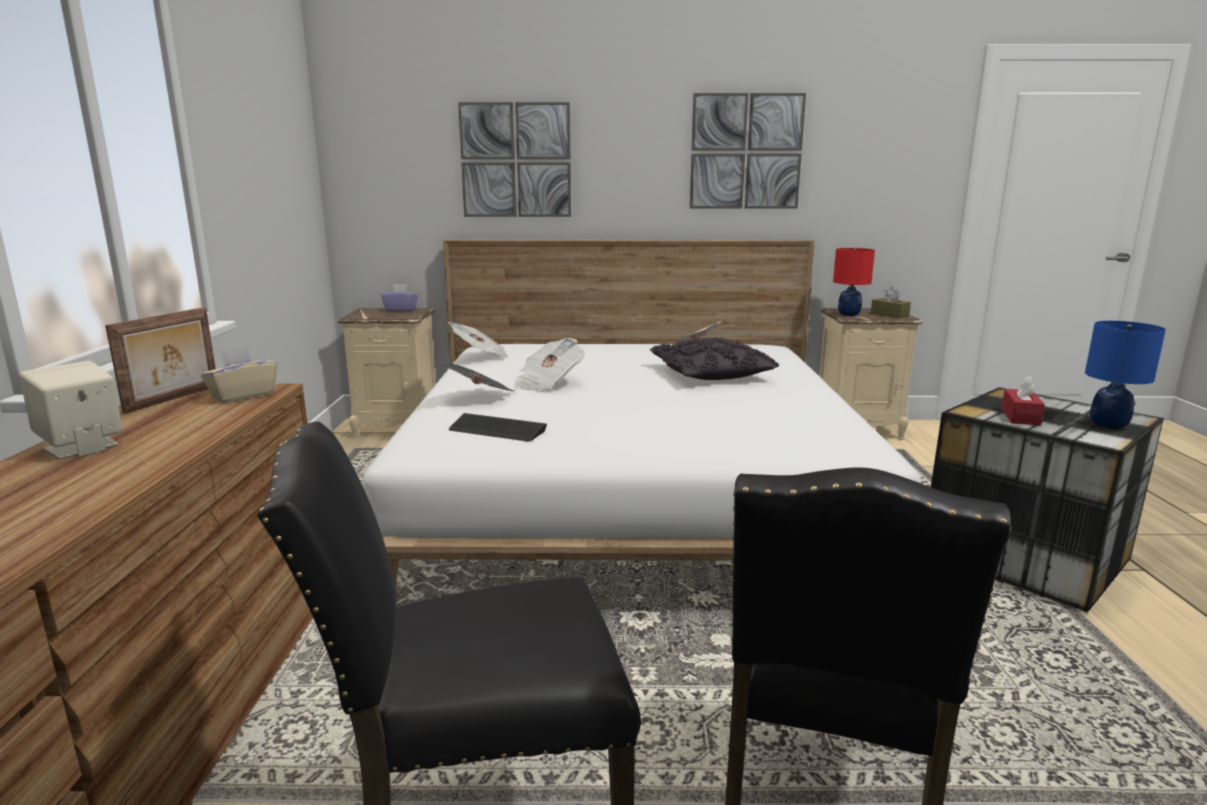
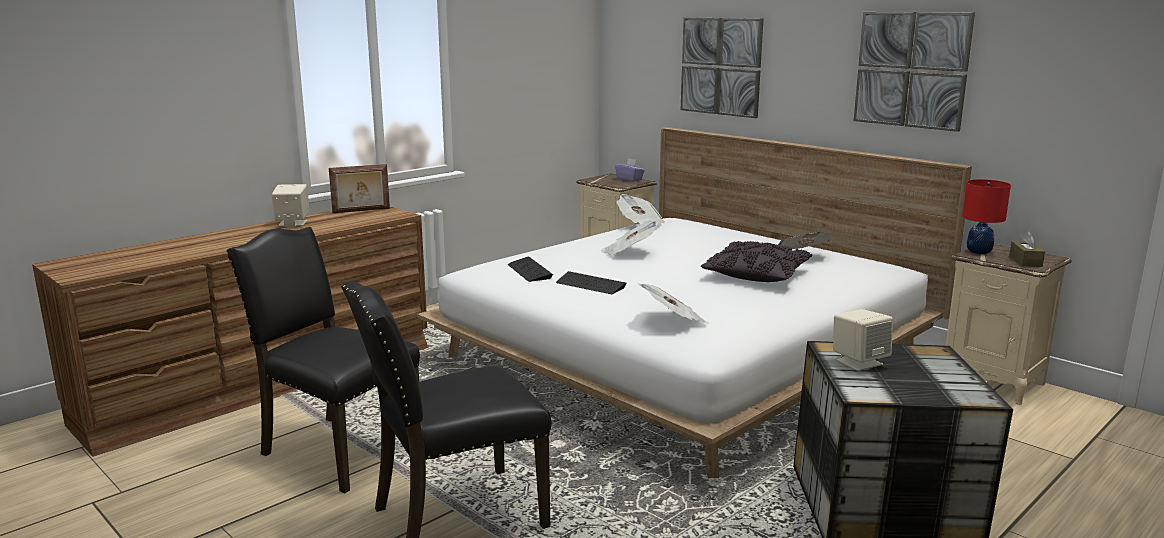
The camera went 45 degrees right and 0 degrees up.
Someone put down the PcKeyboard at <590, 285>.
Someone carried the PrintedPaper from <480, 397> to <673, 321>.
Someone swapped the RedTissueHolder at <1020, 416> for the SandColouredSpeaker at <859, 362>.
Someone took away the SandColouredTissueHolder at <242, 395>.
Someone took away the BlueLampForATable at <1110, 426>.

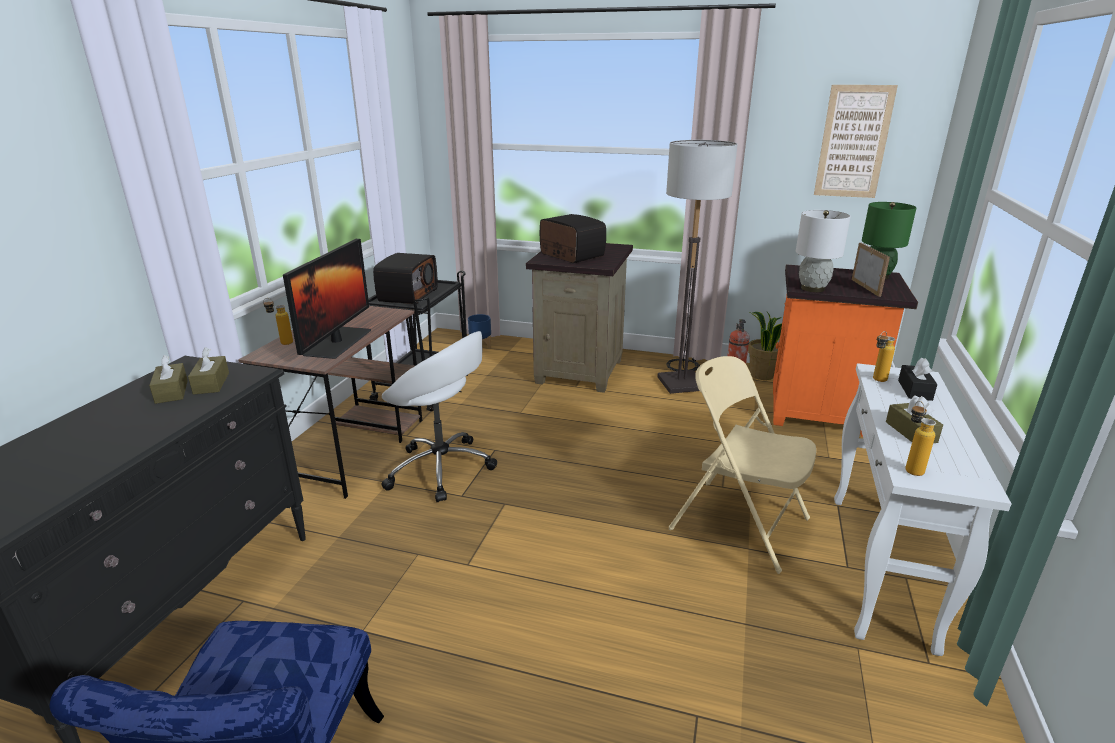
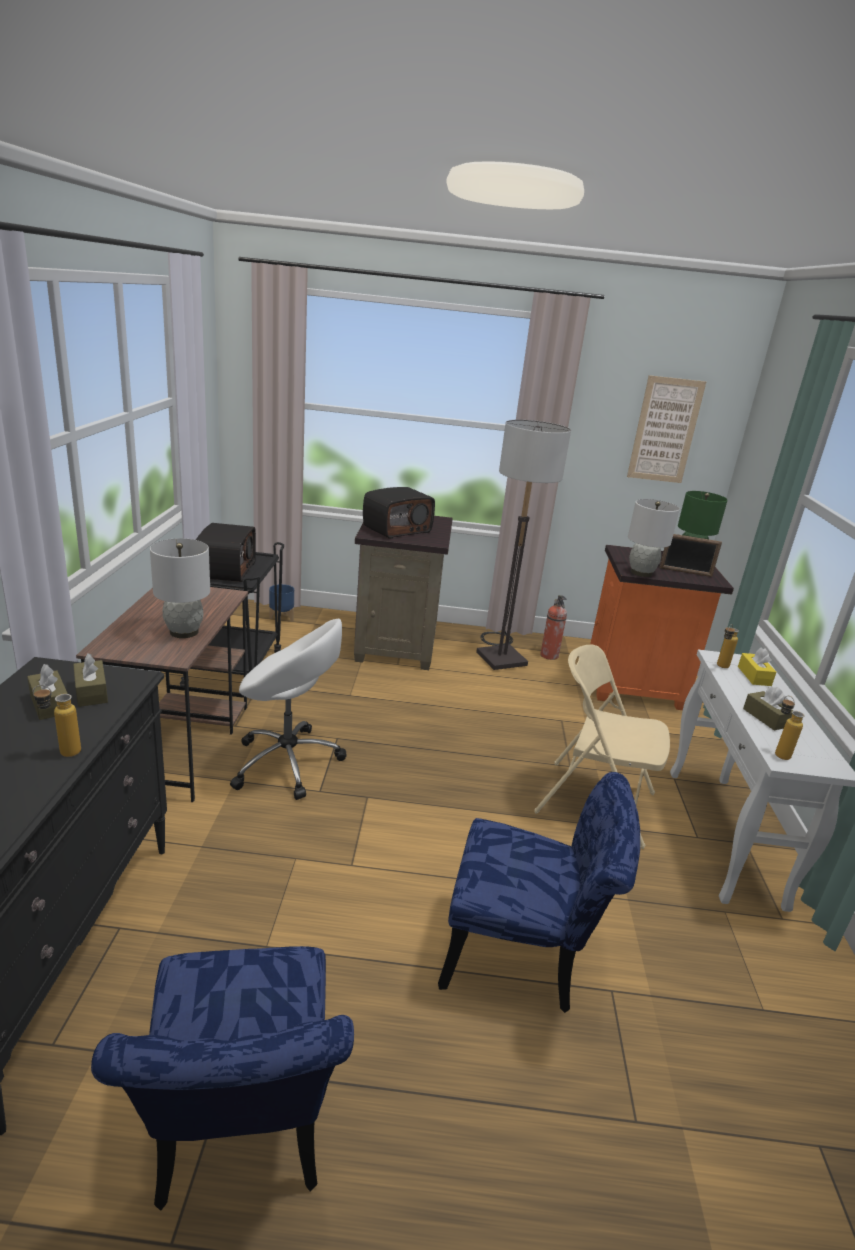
The camera went 15 degrees left and 0 degrees up.
Someone carried the Bottle from <282, 343> to <62, 752>.
Someone swapped the ComputerDisplay at <338, 342> for the WhiteLampForATable at <184, 632>.
Someone rotated the RadioSet at <570, 255> by 105 degrees clockwise.
Someone put down the BlueChair at <525, 955>.
Someone rotated the PhotoFrame at <866, 287> by 120 degrees clockwise.
Someone repainted the BlackishTissueHolder at <914, 390>, which became the YellowTissueHolder at <754, 676>.
Someone took away the Houseplant at <761, 375>.

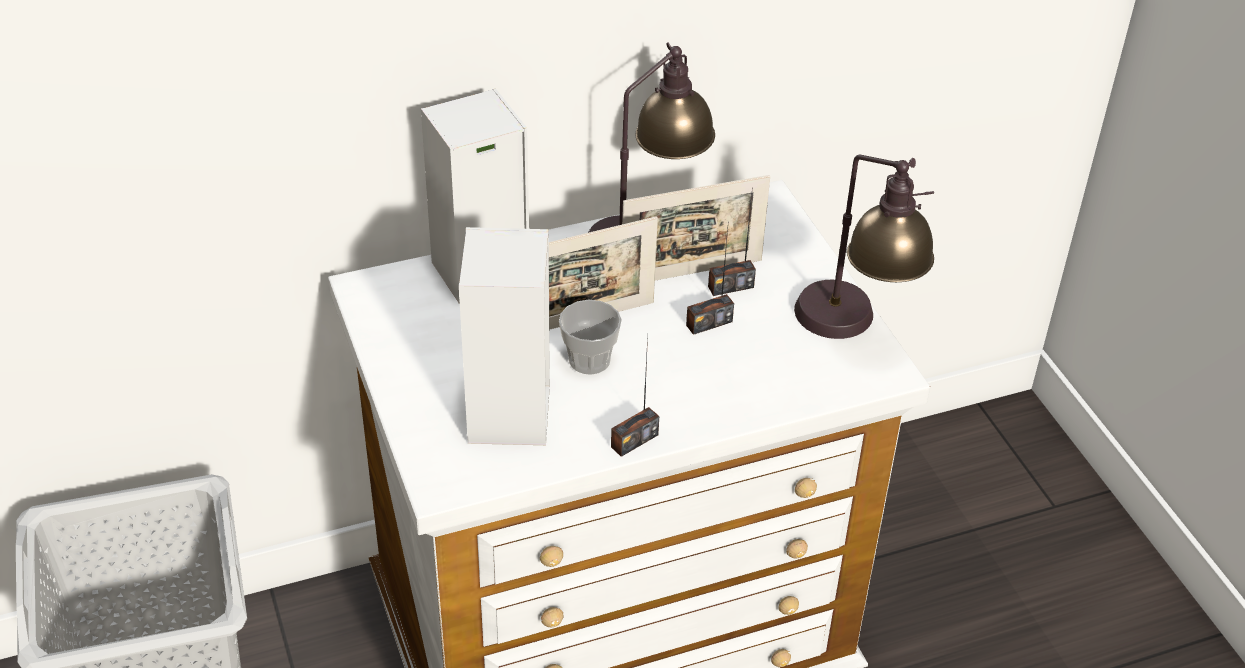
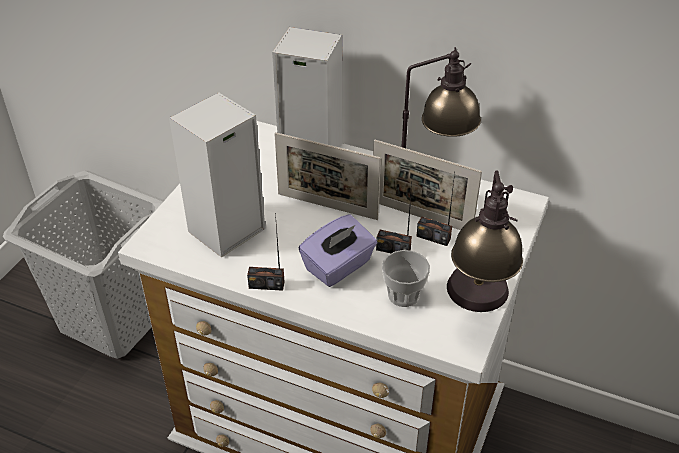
The camera went 45 degrees right and 0 degrees up.
Someone put down the PurplishTissueHolder at <338, 266>.
Someone carried the DrinkingCup from <589, 360> to <403, 295>.

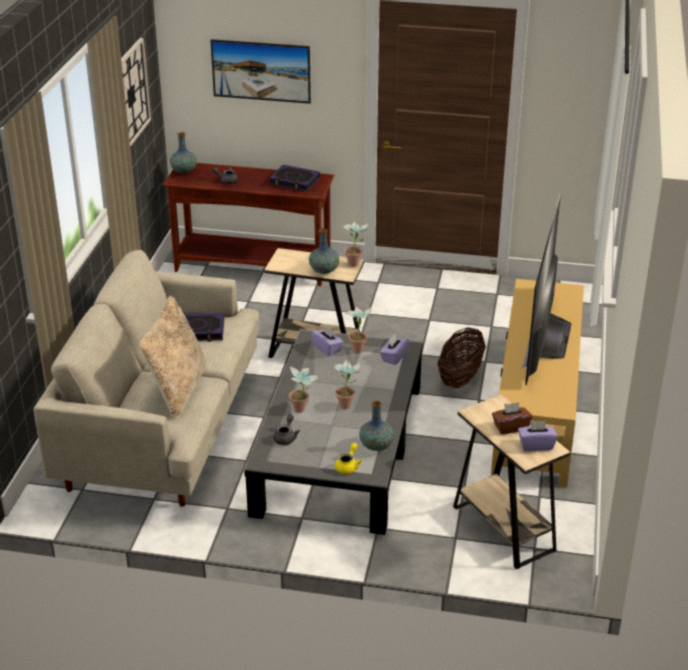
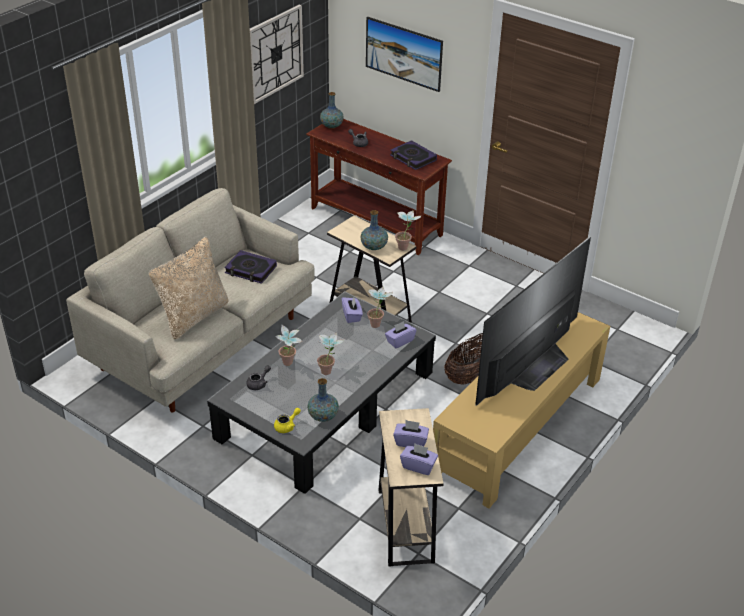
The camera went 25 degrees right and 5 degrees up.
Someone repainted the BrownColouredTissueHolder at <510, 427>, which became the PurplishTissueHolder at <410, 442>.

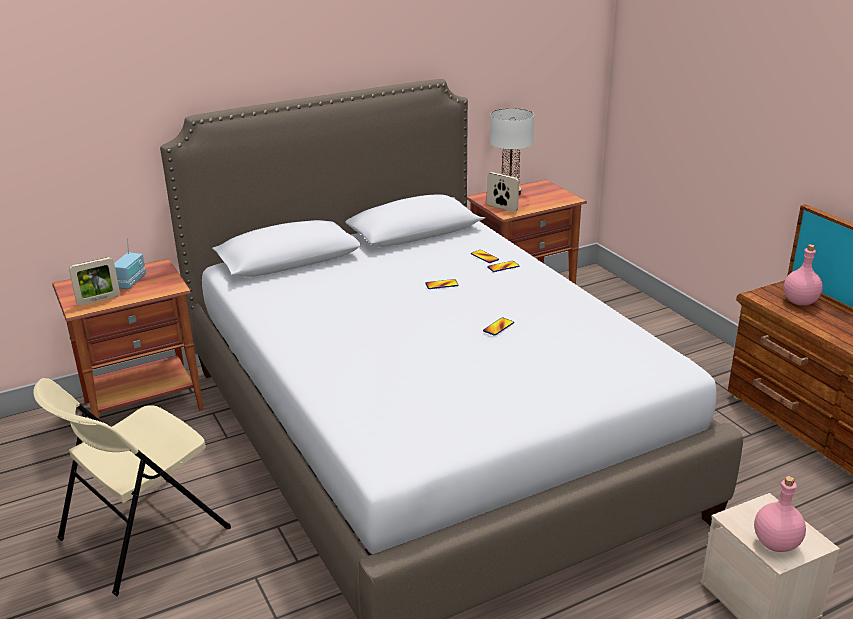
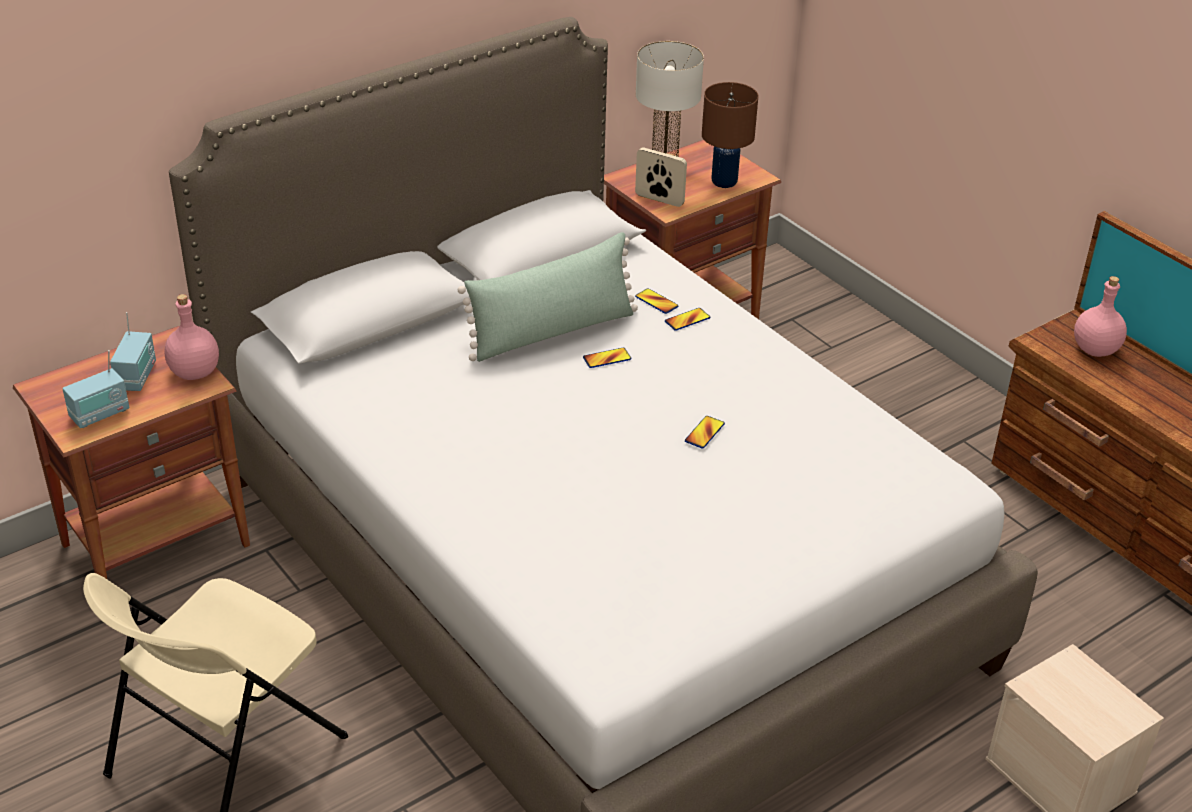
The camera went 10 degrees left and 10 degrees up.
Someone swapped the PhotoFrame at <98, 300> for the RadioSet at <100, 414>.
Someone carried the PinkBottle from <775, 543> to <194, 372>.
Someone put down the GreenishPillow at <552, 332>.
Someone put down the BrownColouredLampForATable at <724, 183>.

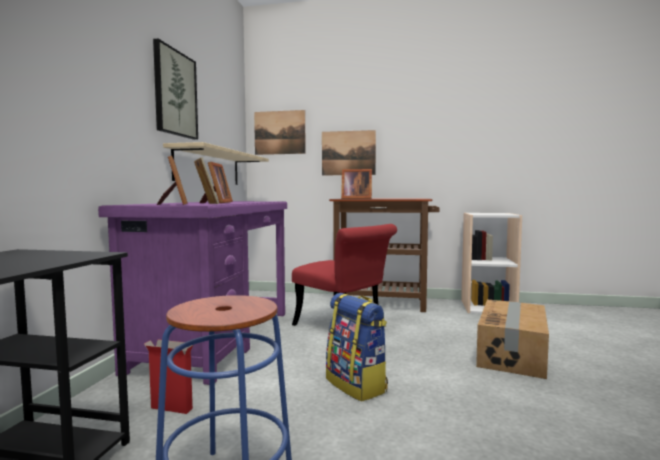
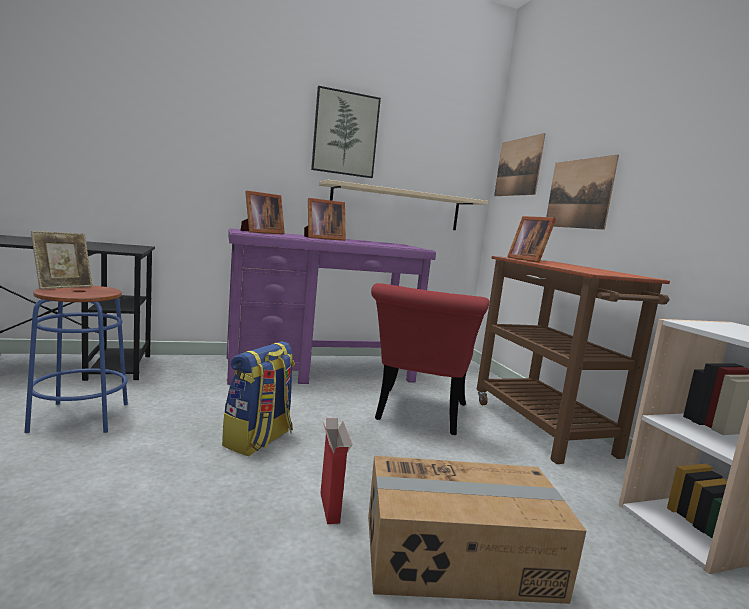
The camera went 60 degrees right and 5 degrees up.
Someone carried the PhotoFrame from <206, 204> to <63, 286>.
Someone carried the Carton from <170, 408> to <329, 507>.

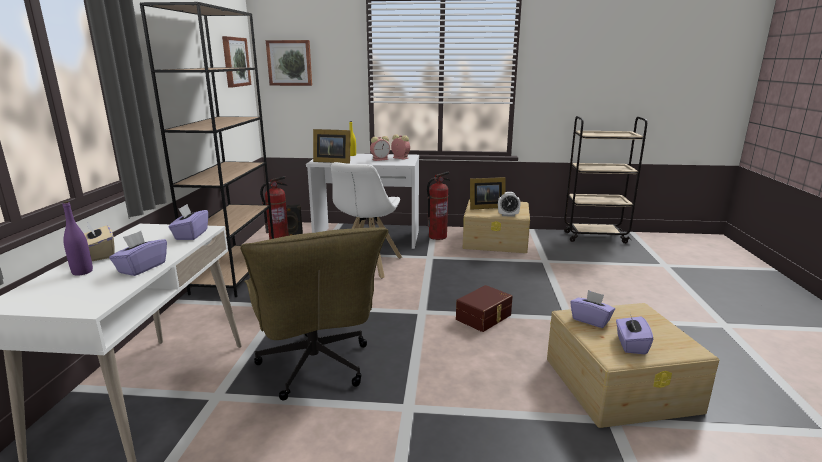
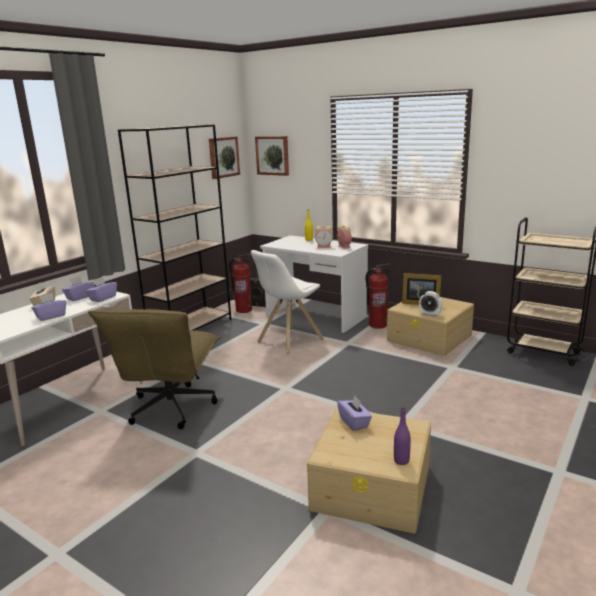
The camera went 30 degrees right and 0 degrees up.
Someone carried the PurplishTissueHolder from <630, 345> to <79, 297>.
Someone carried the PurplishBottle from <82, 272> to <401, 460>.
Someone took away the PhotoFrame at <332, 161>.
Someone took away the BrownColouredStorageContainer at <484, 317>.

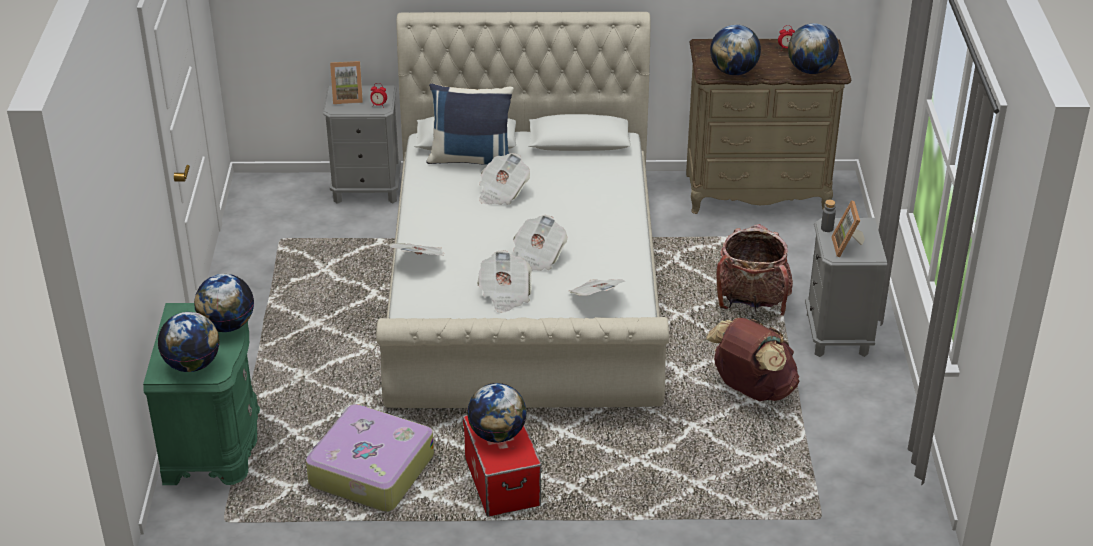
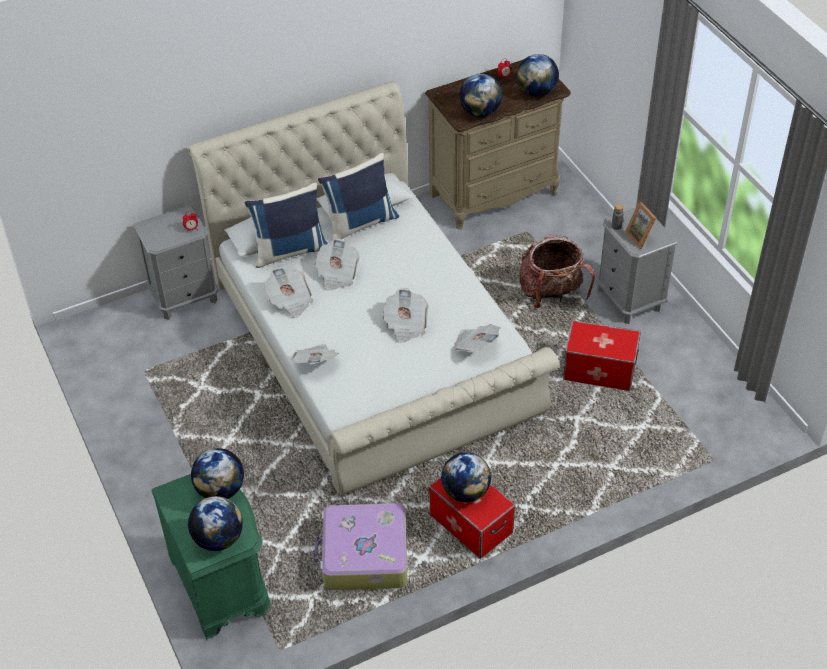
The camera went 25 degrees left and 10 degrees up.
Someone carried the PrintedPaper from <505, 294> to <290, 301>.
Someone put down the BluePillow at <360, 223>.
Someone swapped the BrownColouredBackpack at <751, 390> for the StorageContainer at <599, 370>.
Someone took away the PhotoFrame at <347, 97>.

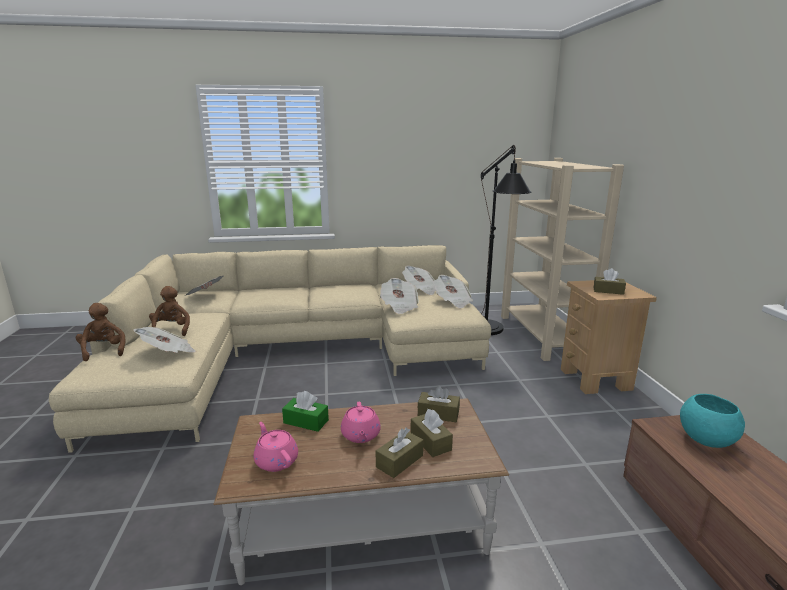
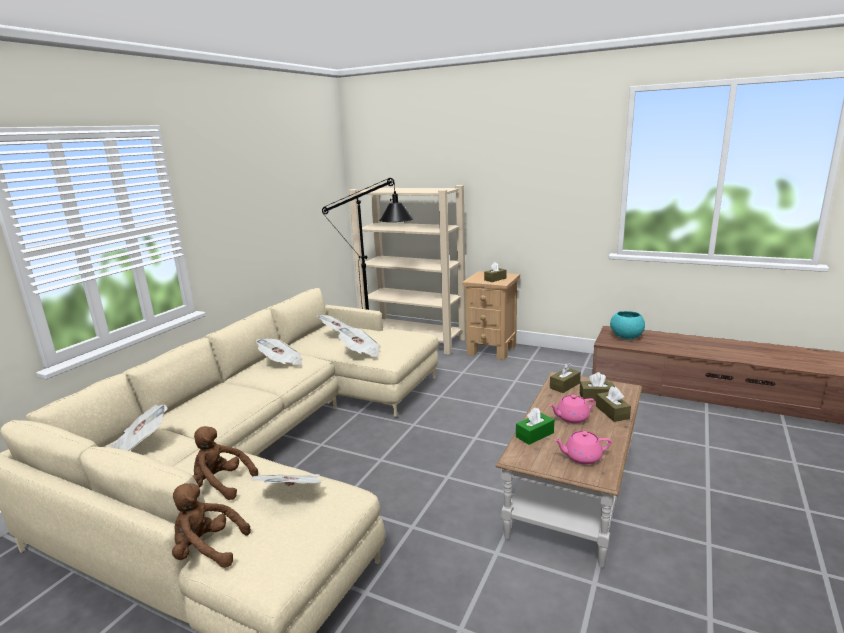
The camera went 55 degrees left and 0 degrees up.
Someone carried the PrintedPaper from <452, 301> to <282, 363>.
Someone rotated the PinkTeapot at <360, 435> by 135 degrees clockwise.

